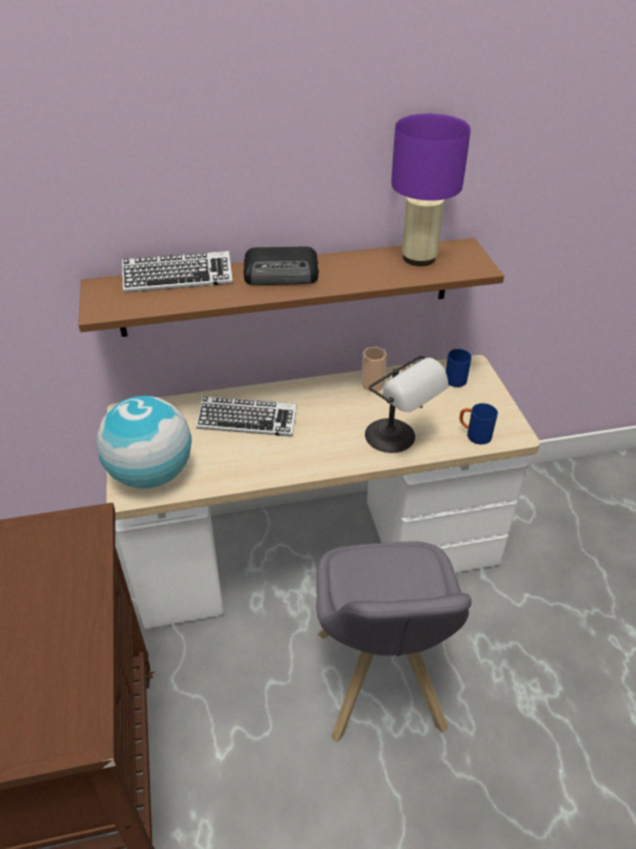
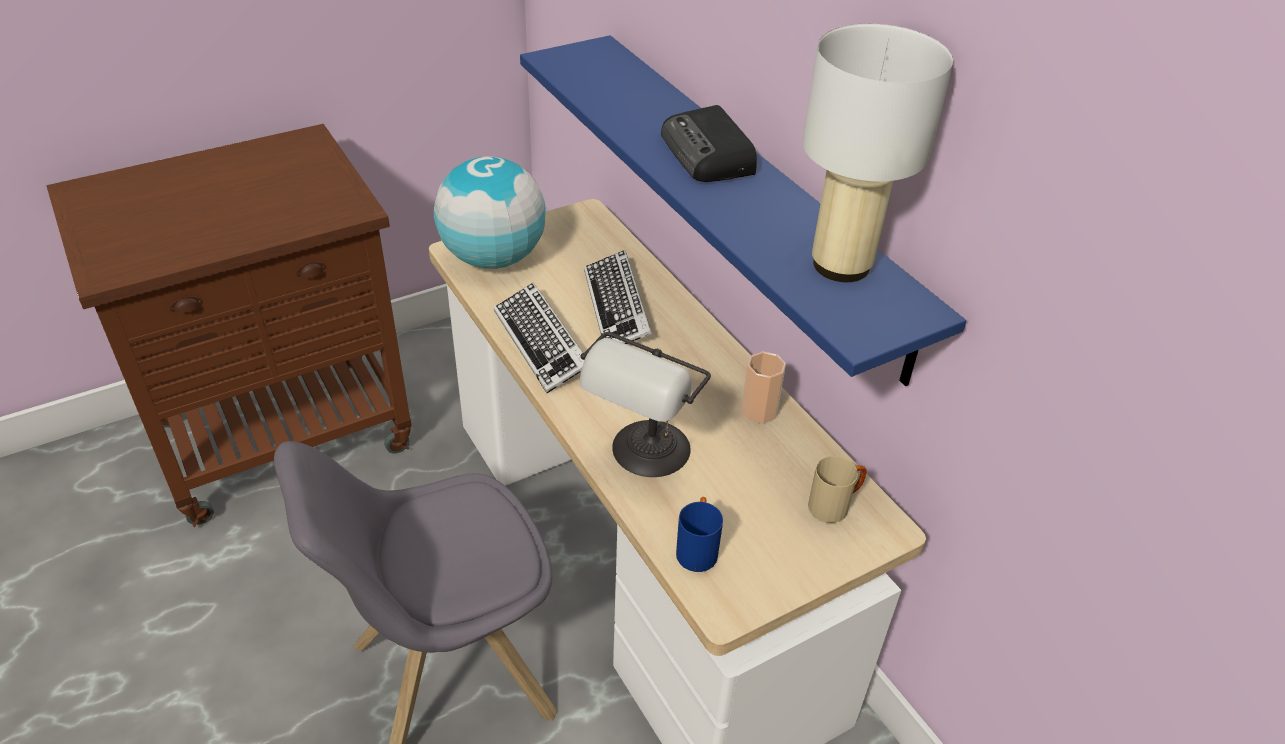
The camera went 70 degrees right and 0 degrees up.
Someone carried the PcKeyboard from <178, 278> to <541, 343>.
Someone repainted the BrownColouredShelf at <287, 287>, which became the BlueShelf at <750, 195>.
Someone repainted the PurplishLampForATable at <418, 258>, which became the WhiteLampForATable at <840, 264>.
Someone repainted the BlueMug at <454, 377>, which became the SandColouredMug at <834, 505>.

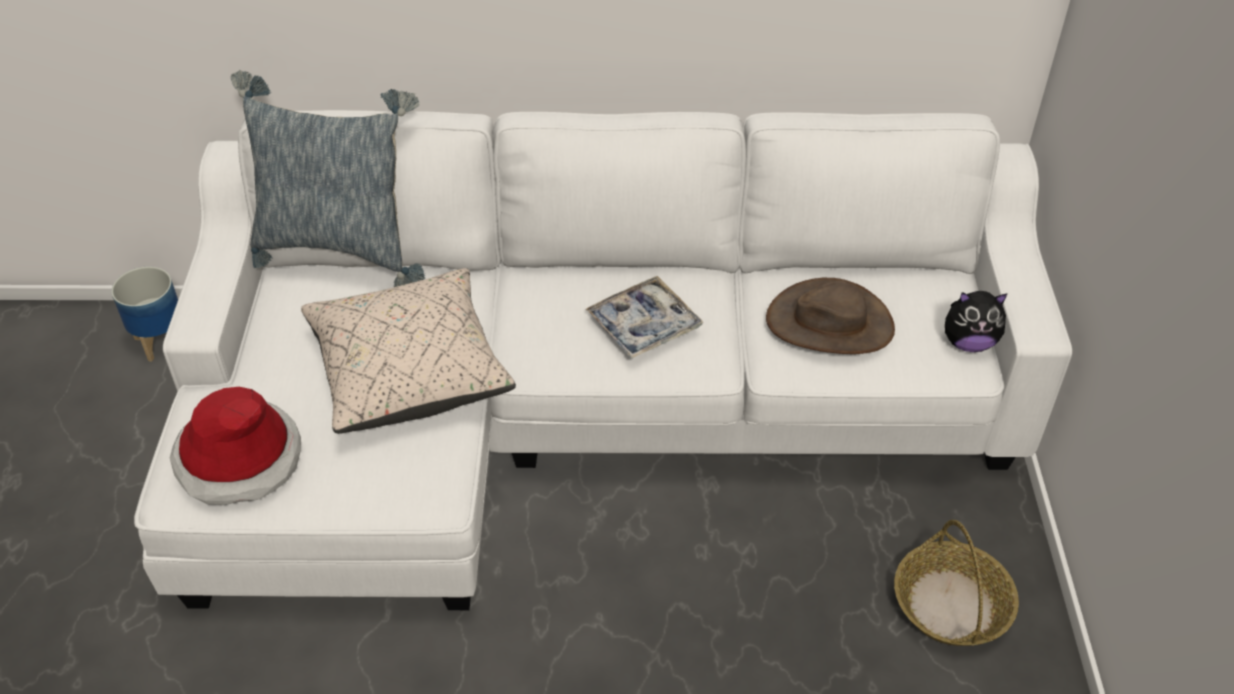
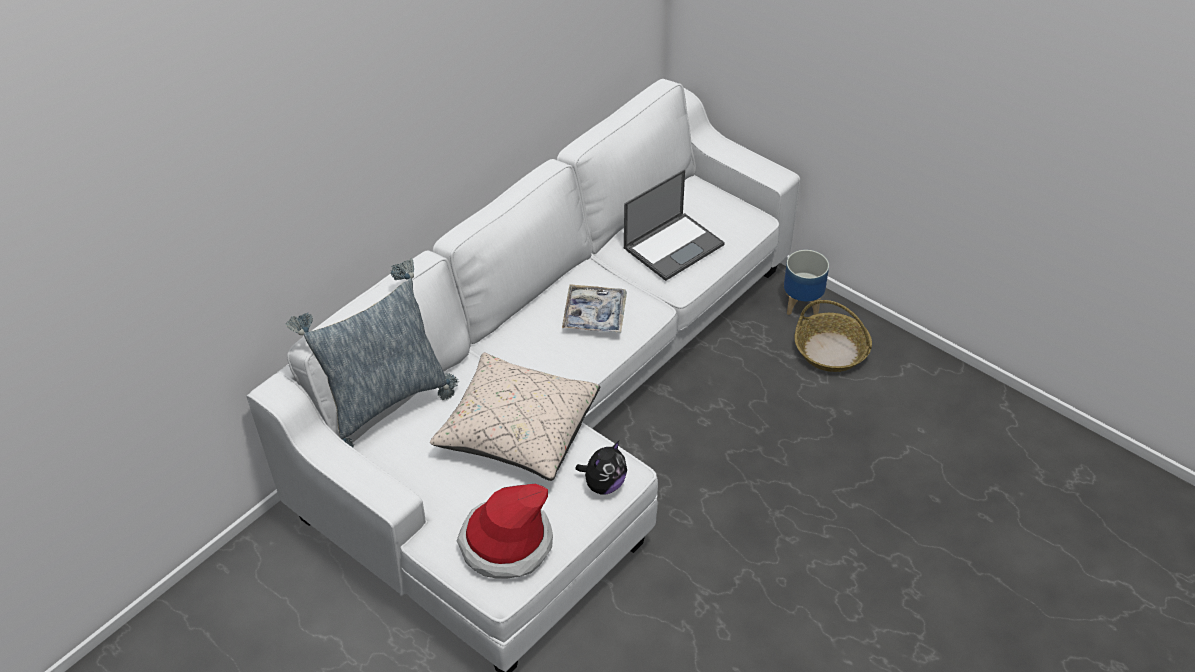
The camera went 50 degrees left and 0 degrees up.
Someone carried the PlushToy from <968, 342> to <603, 485>.
Someone swapped the BrownColouredHat at <830, 323> for the PortableComputer at <674, 246>.
Someone carried the FlowerPot from <160, 342> to <802, 305>.

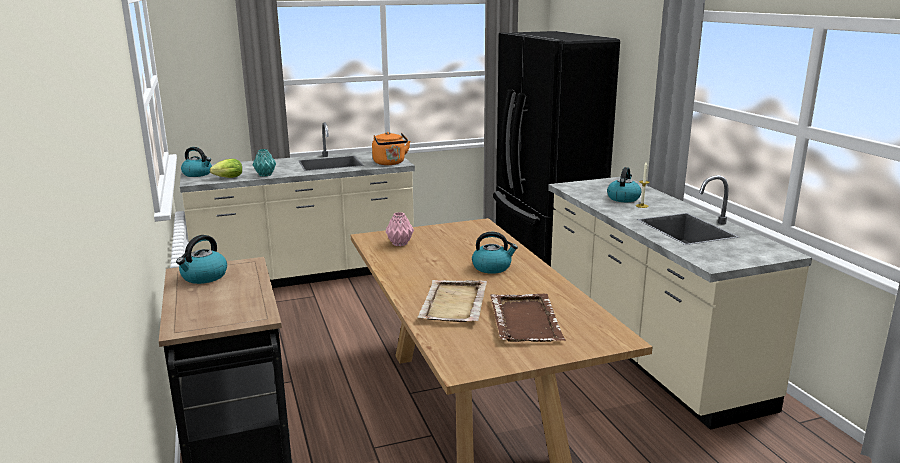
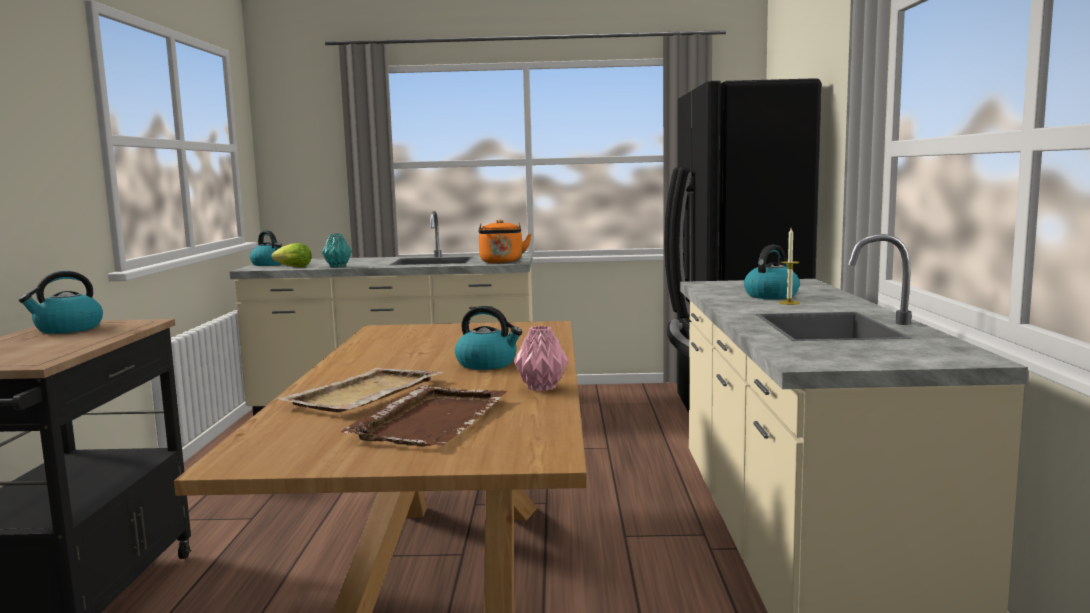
The camera went 20 degrees right and 10 degrees down.
Someone carried the PinkDecorativeVase from <400, 244> to <541, 388>.

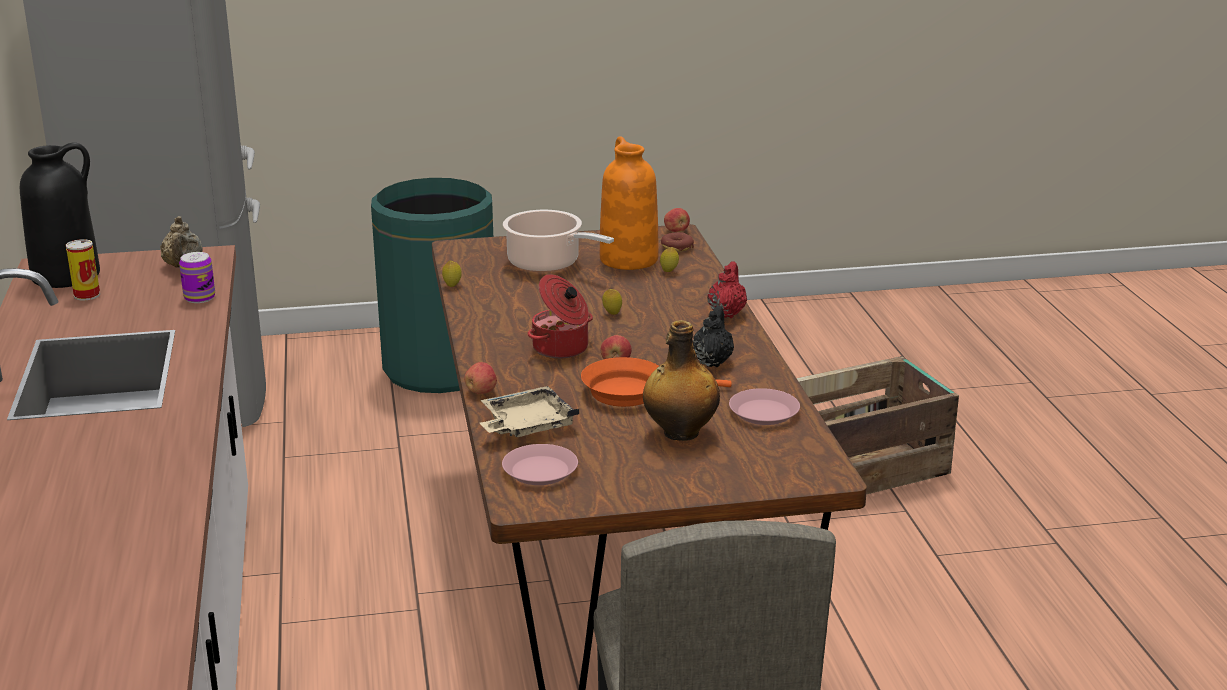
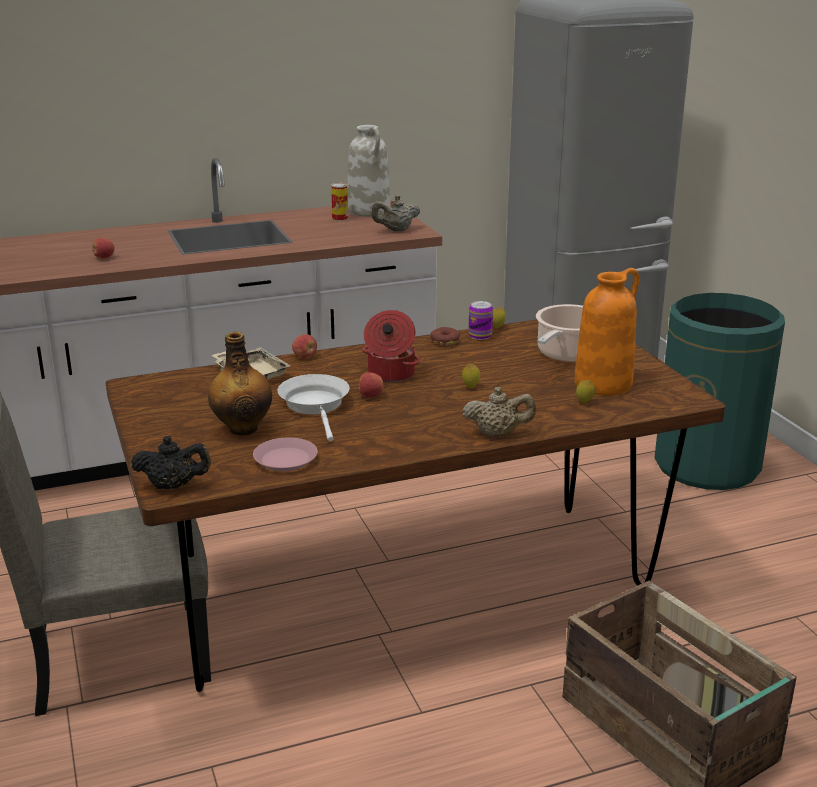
The camera went 80 degrees right and 0 degrees up.
Someone carried the WholeApple from <676, 231> to <104, 257>.
Someone carried the BlackishTeapot from <712, 361> to <173, 486>.
Someone repainted the OrangeColouredPan at <632, 391>, which became the WhitePan at <316, 406>.
Someone repainted the BlackishDecorativeVase at <67, 275>, which became the WhiteDecorativeVase at <369, 211>.
Someone carried the Doughnut from <677, 247> to <445, 341>.
Someone repainted the RedTeapot at <726, 313>, which became the SandColouredTeapot at <498, 433>.
Someone carried the MetalCan from <199, 298> to <480, 336>.
Someone took away the PinkDinnerPlate at <540, 470>.

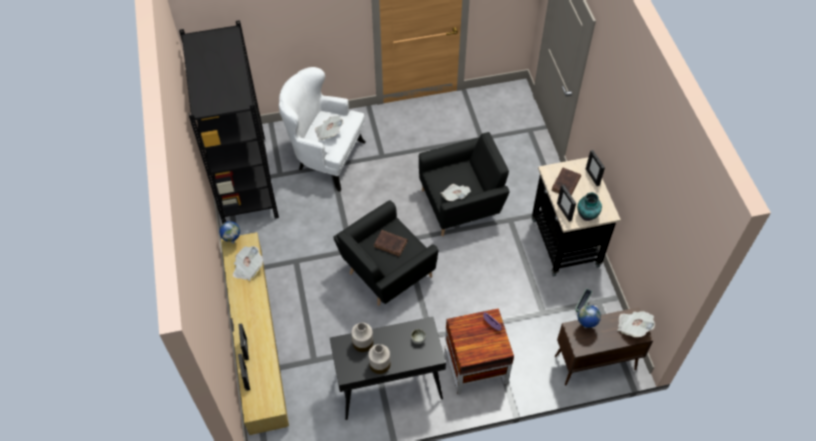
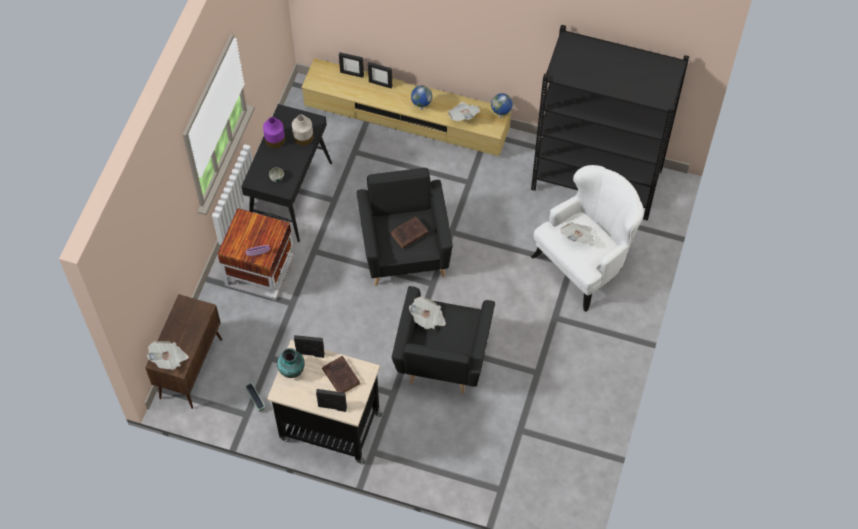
The camera went 120 degrees right and 5 degrees up.
Someone repainted the SandColouredDecorativeVase at <380, 364>, which became the PurplishDecorativeVase at <275, 139>.
Someone carried the DeskGlobe from <585, 327> to <421, 108>.

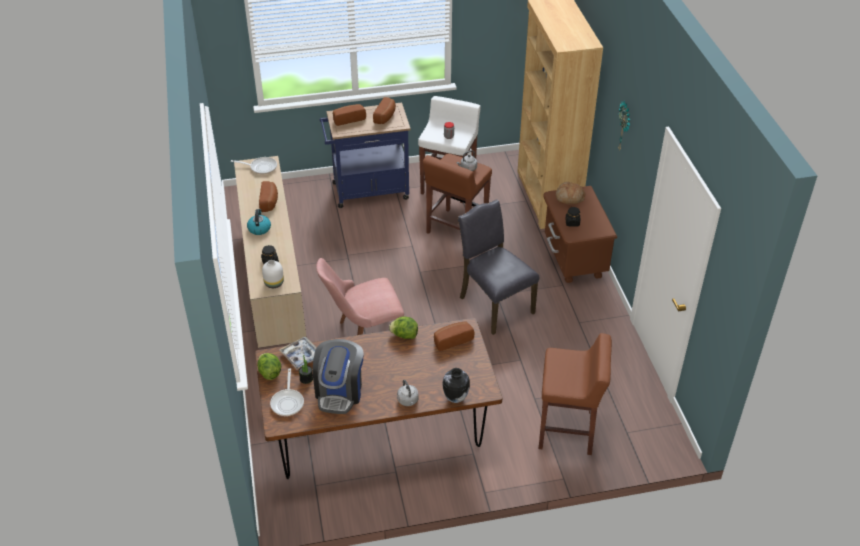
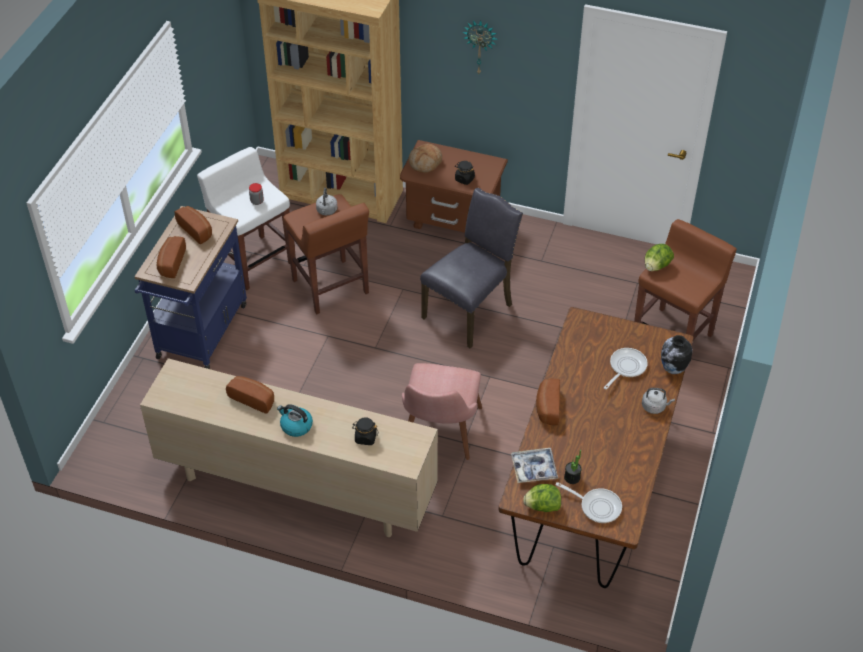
The camera went 60 degrees left and 5 degrees up.
Someone rotated the GreyishChair at <494, 304> by 135 degrees clockwise.
Someone carried the BakeryBread from <452, 340> to <547, 407>.
Someone carried the Pan from <261, 167> to <625, 367>.
Someone carried the Lettuce from <404, 335> to <656, 266>.
Someone took away the WhiteDecorativeVase at <274, 283>.
Someone took away the CoffeeMaker at <339, 391>.

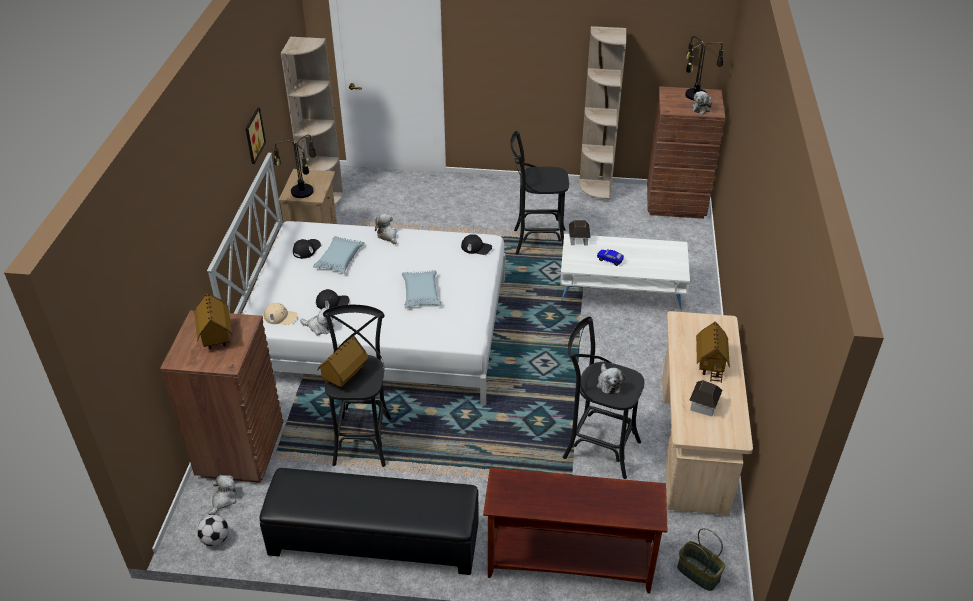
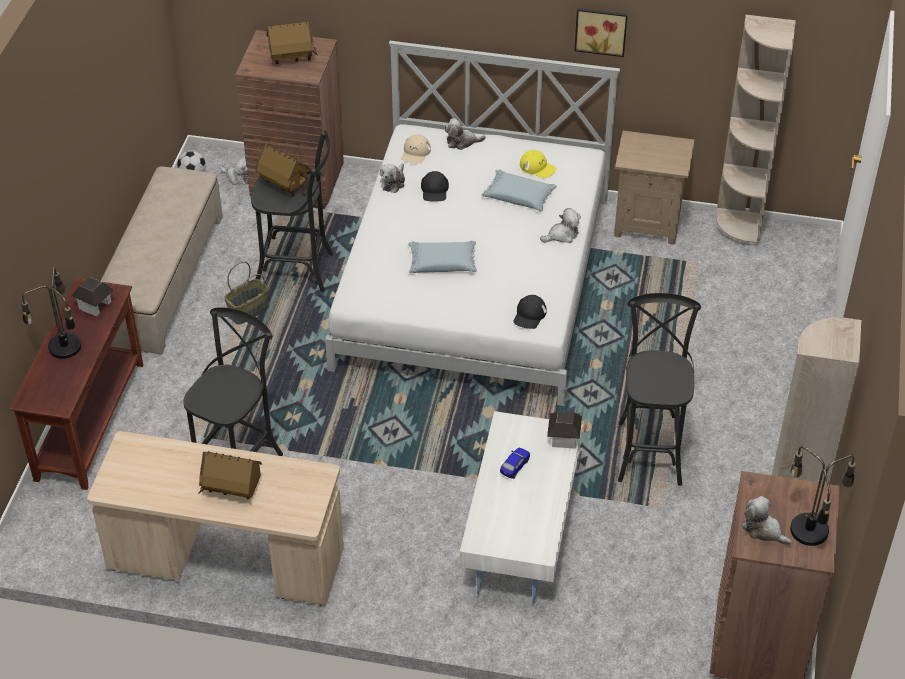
The camera went 95 degrees right and 5 degrees up.
Someone carried the LampForATable from <302, 192> to <64, 347>.
Someone carried the ToyHouse from <703, 406> to <95, 305>.
Someone repainted the BlackishLongSeat at <373, 539>, which became the SandColouredLongSeat at <163, 277>.
Someone carried the HouseholdBasket from <699, 573> to <248, 311>.
Someone carried the PlushToy from <608, 383> to <462, 142>.
Someone repainted the BlackishBaseballCap at <306, 249>, which became the YellowBaseballCap at <537, 167>.

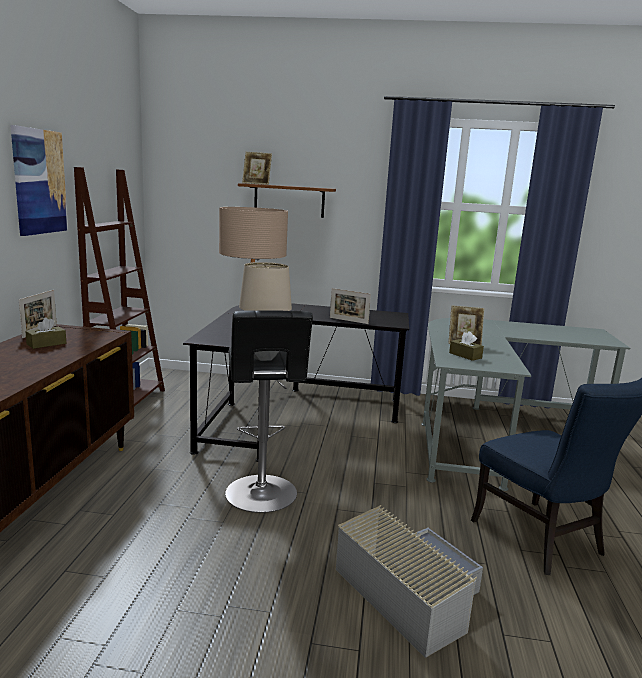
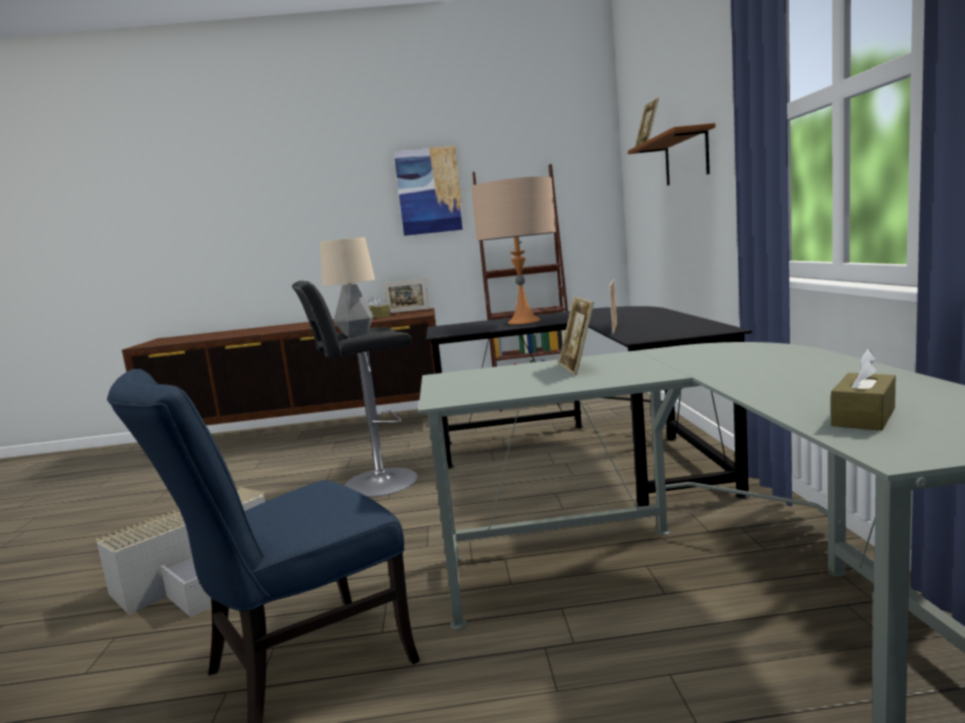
The camera went 80 degrees right and 5 degrees down.
Someone carried the BrownColouredTissueHolder from <465, 355> to <863, 417>.

